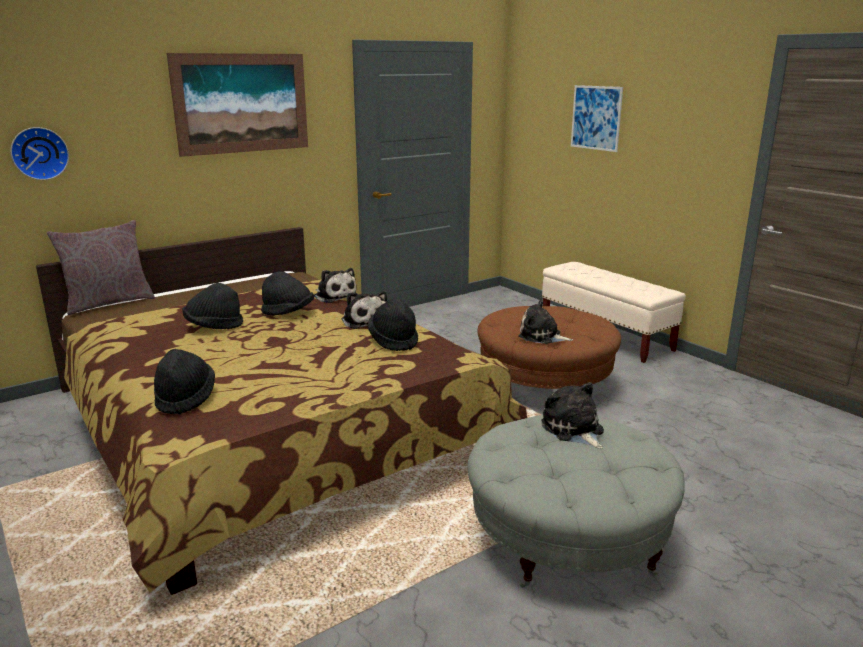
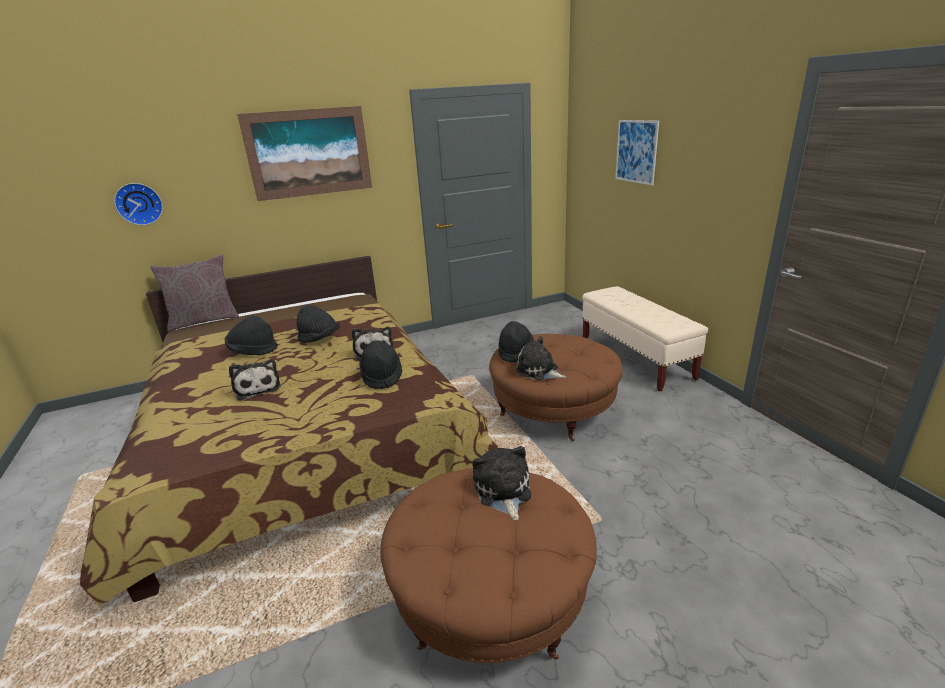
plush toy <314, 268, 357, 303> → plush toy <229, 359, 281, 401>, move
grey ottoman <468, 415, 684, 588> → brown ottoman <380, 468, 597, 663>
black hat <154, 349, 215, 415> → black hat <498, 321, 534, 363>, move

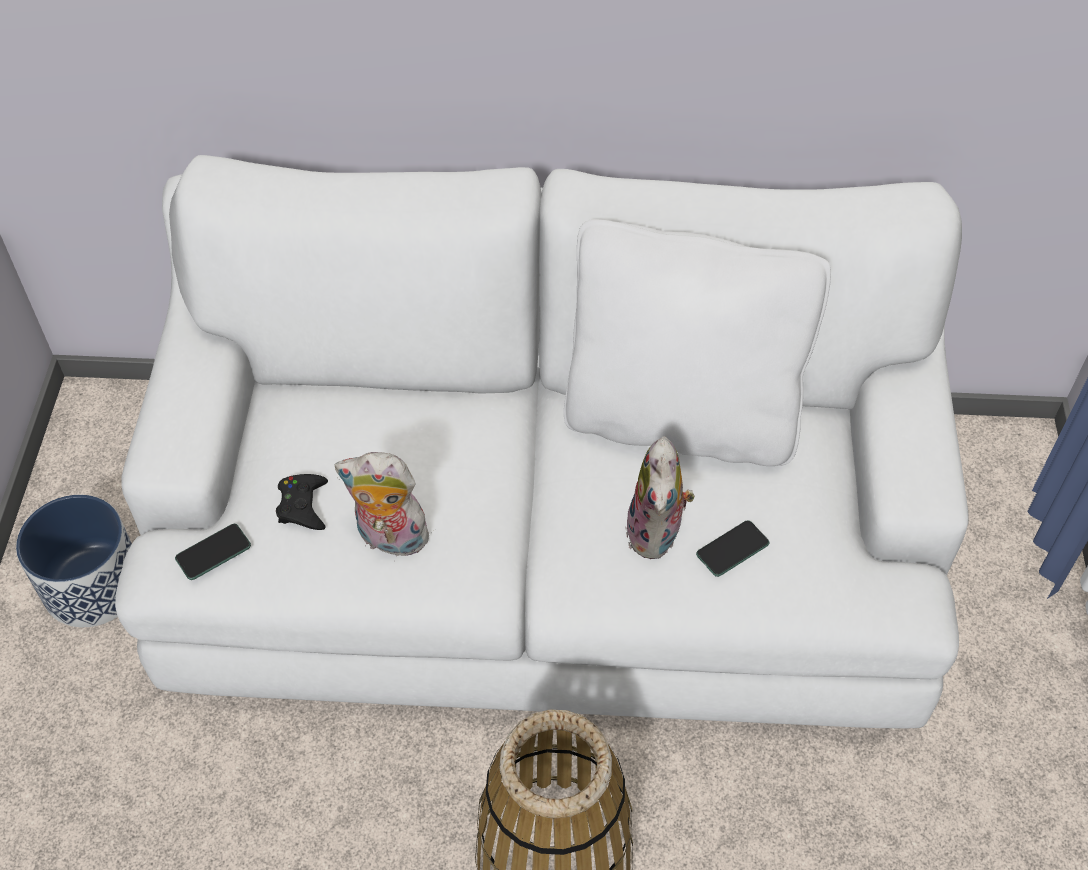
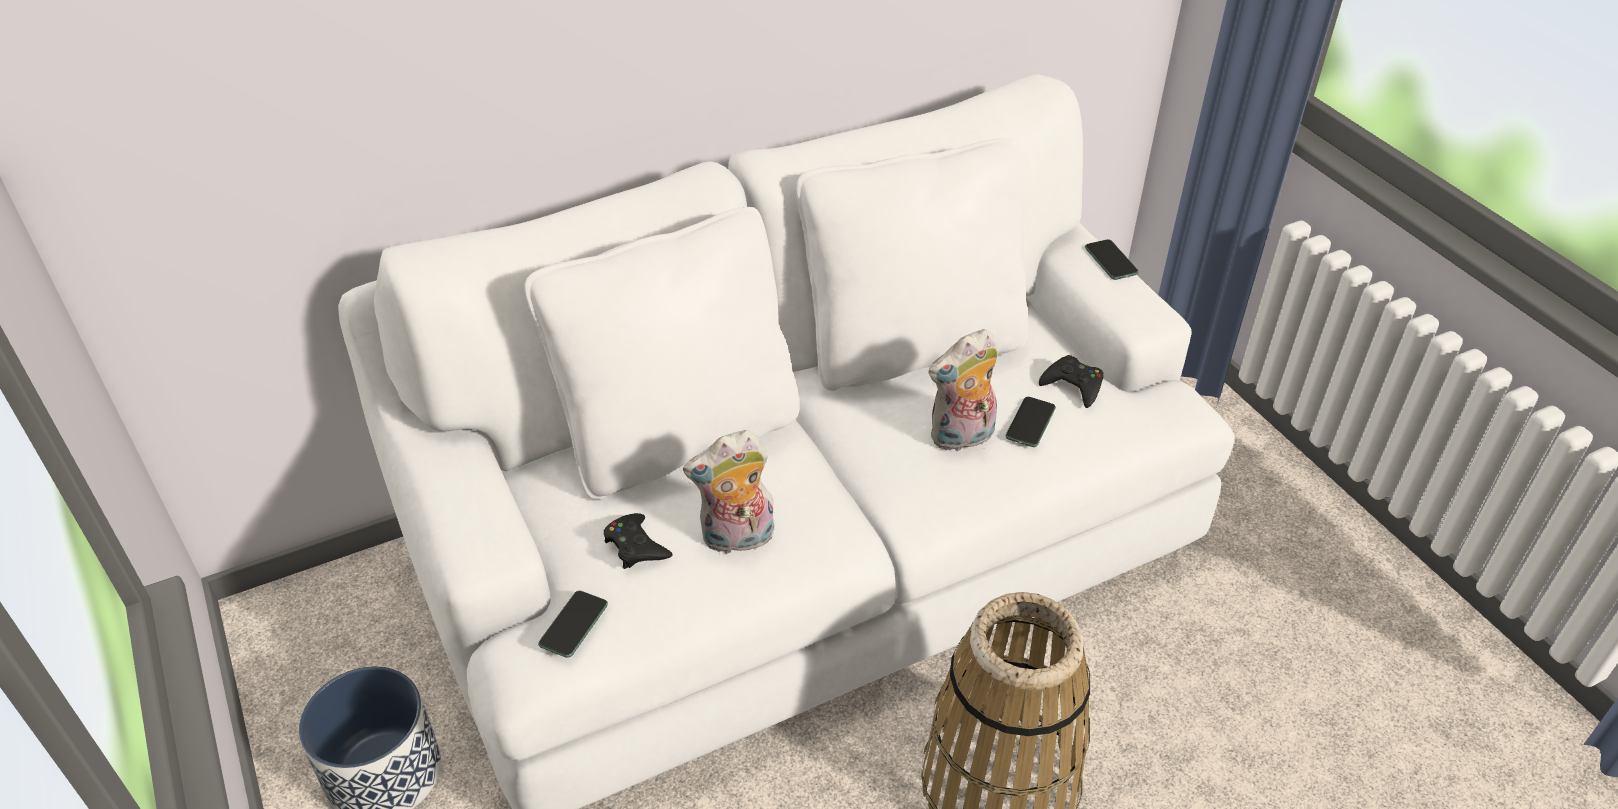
- → white pillow <524, 207, 800, 500>
plush toy <625, 436, 695, 559> → plush toy <928, 329, 998, 451>, 90 degrees clockwise
- → black game controller <1039, 355, 1104, 408>
- → phone <1085, 239, 1139, 280>

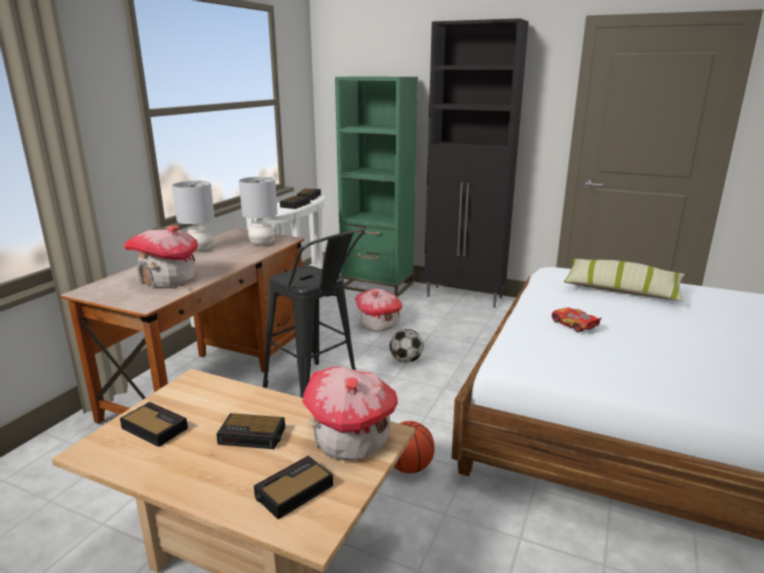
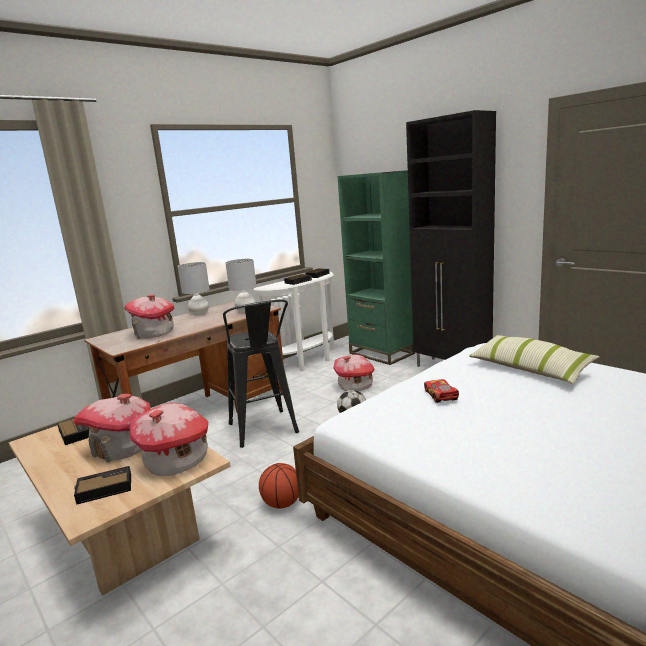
alarm clock <217, 413, 285, 449> → toy house <73, 394, 151, 462>

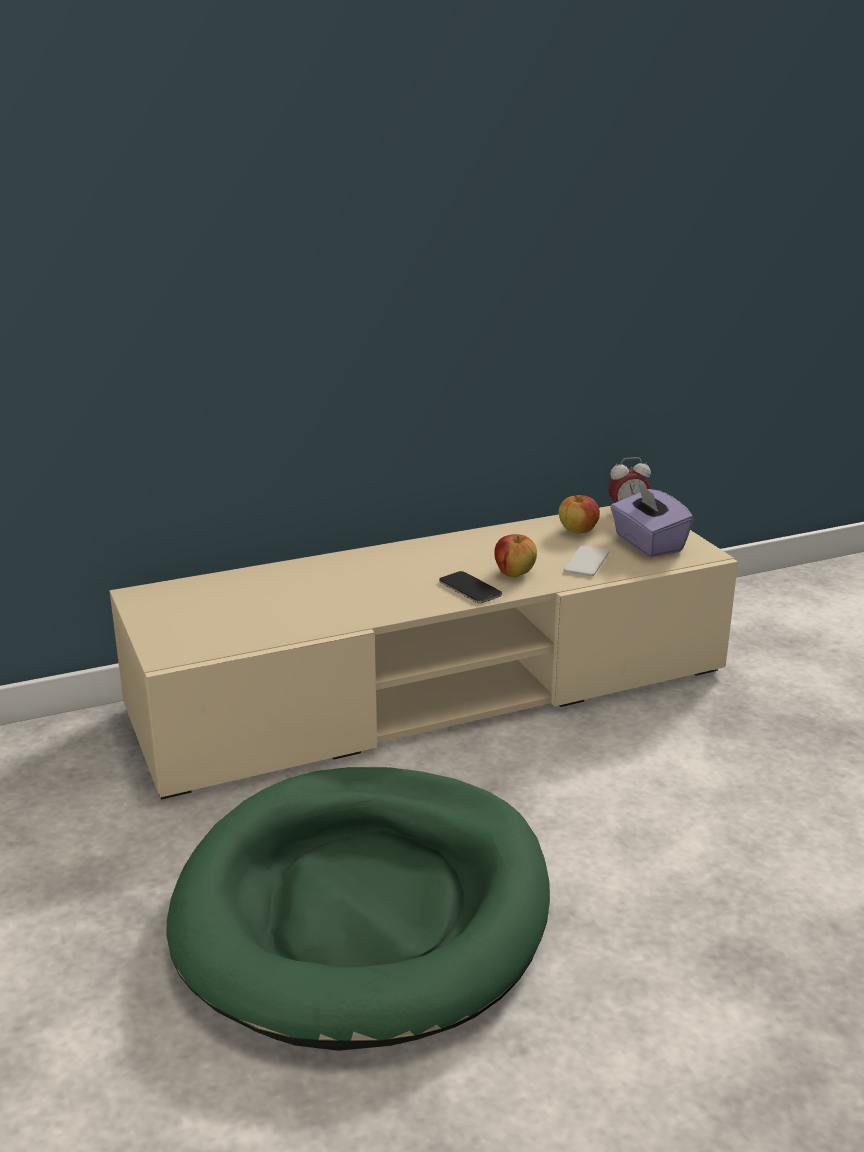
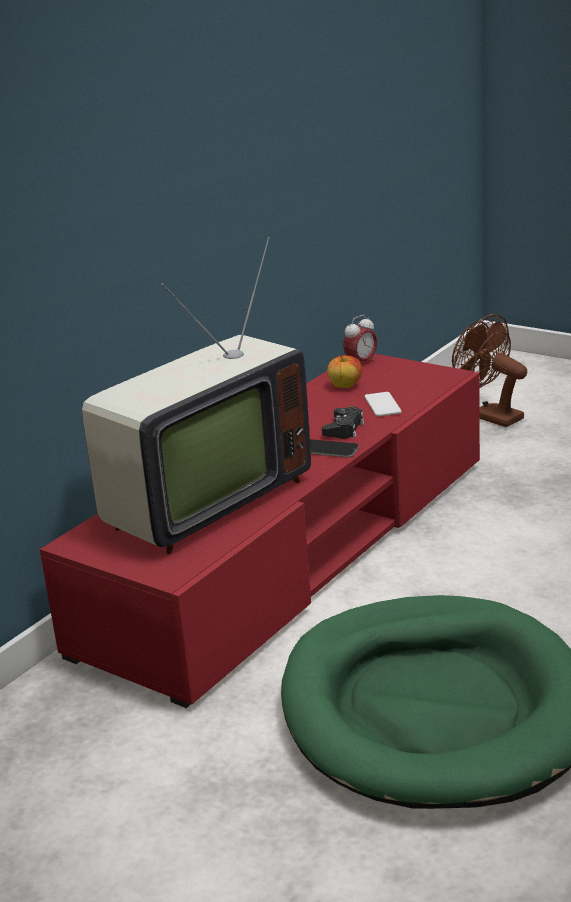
beige tv stand <110, 506, 738, 799> → red tv stand <40, 353, 480, 708>
- → television <82, 237, 311, 554>
apple <494, 534, 537, 577> → black game controller <322, 407, 364, 439>
- → brown fan <452, 314, 527, 427>
purple tissue box <610, 483, 693, 557> → -

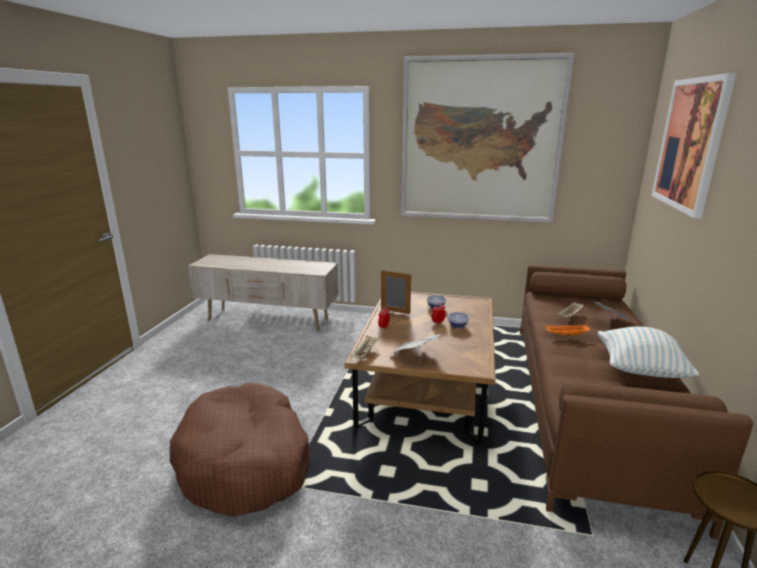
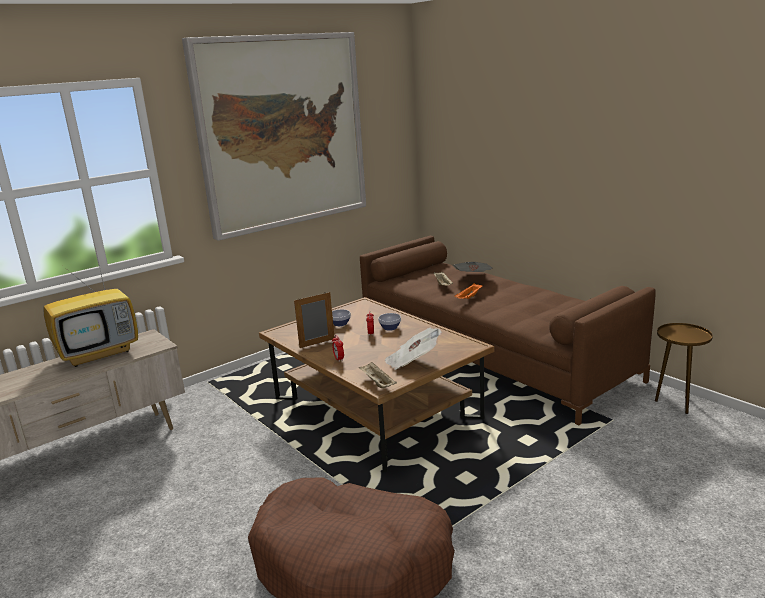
- → television <43, 257, 138, 367>
pillow <597, 326, 699, 378> → -
picture <652, 73, 736, 219> → -

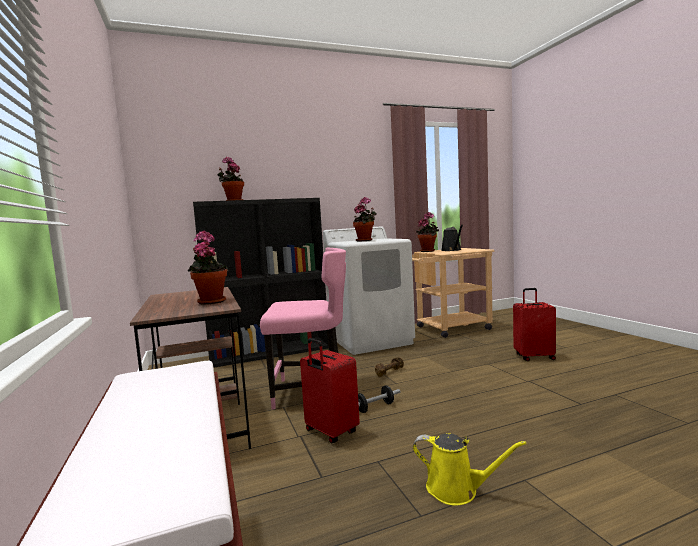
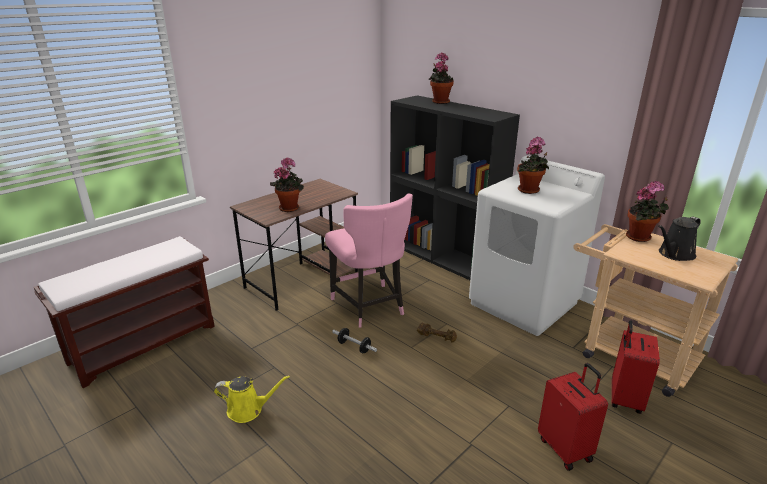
yellow watering can <413, 433, 526, 506> → yellow watering can <214, 375, 290, 423>, 90 degrees counterclockwise
red suitcase <300, 338, 360, 444> → red suitcase <612, 320, 660, 414>, move

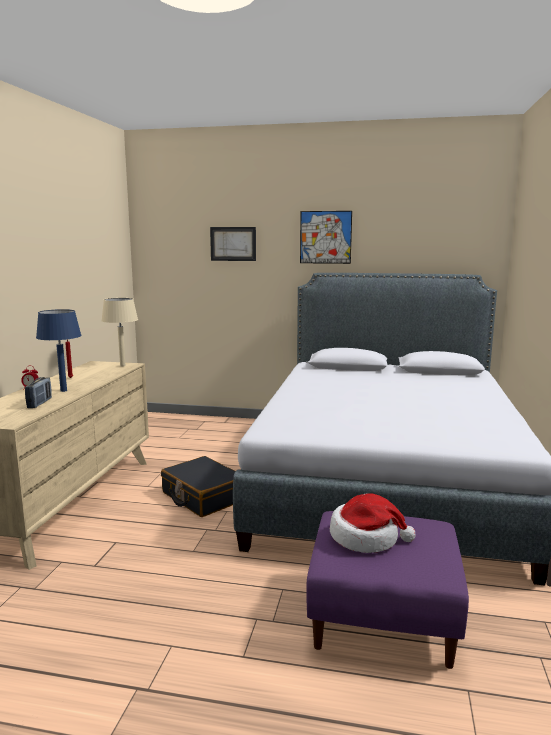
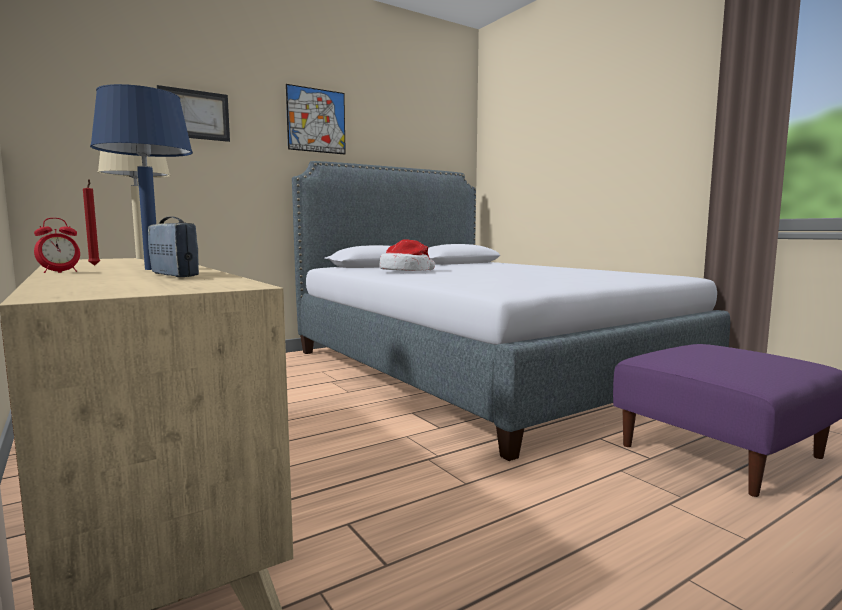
hat <330, 493, 416, 553> → hat <380, 239, 435, 271>, move
black suitcase <161, 456, 236, 517> → -

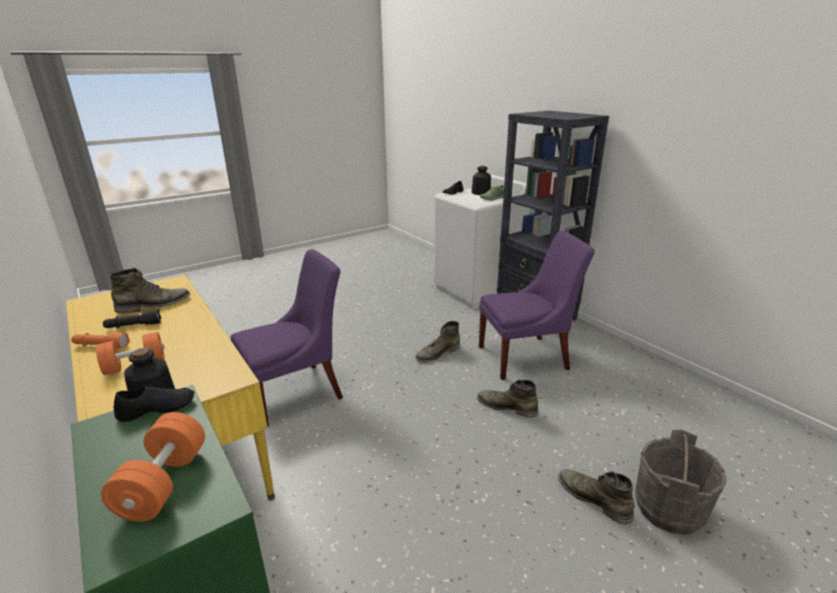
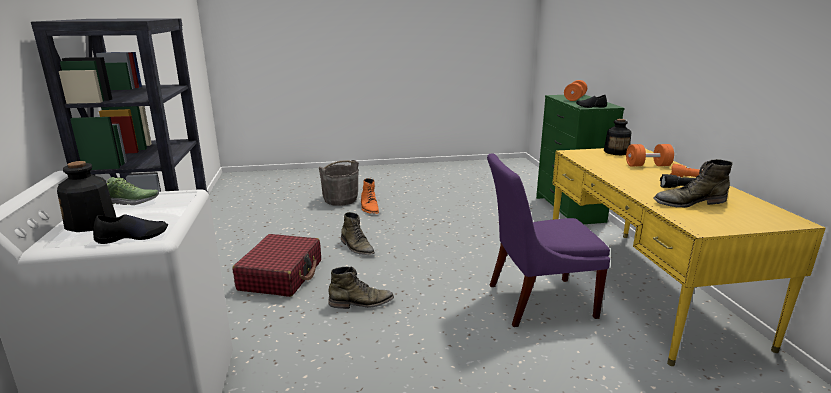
purple chair <479, 230, 595, 380> → red suitcase <232, 234, 321, 297>
green boot <558, 469, 635, 524> → orange boot <361, 178, 379, 214>

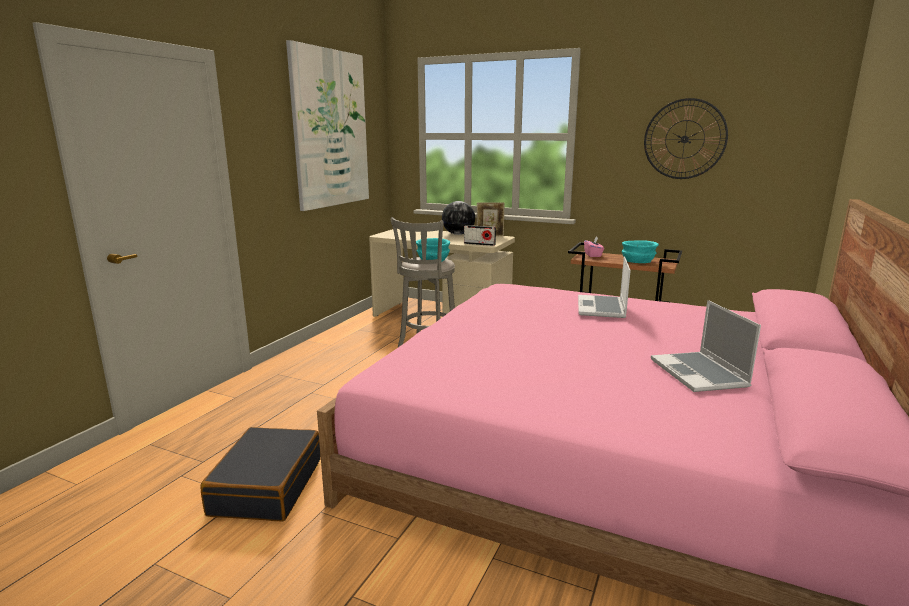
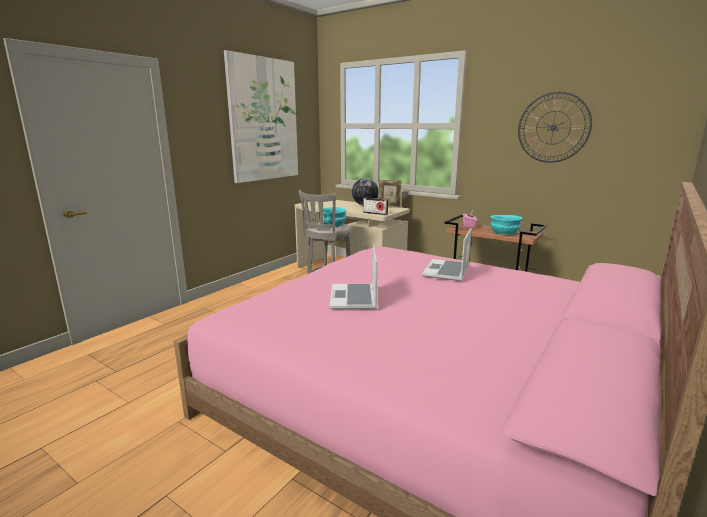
laptop <651, 300, 761, 392> → laptop <330, 245, 377, 309>, move
black suitcase <201, 427, 320, 522> → -

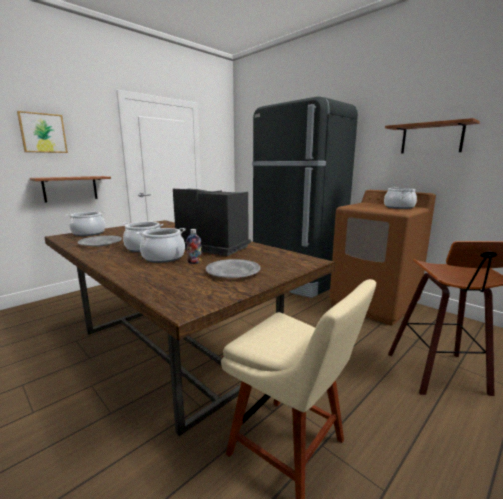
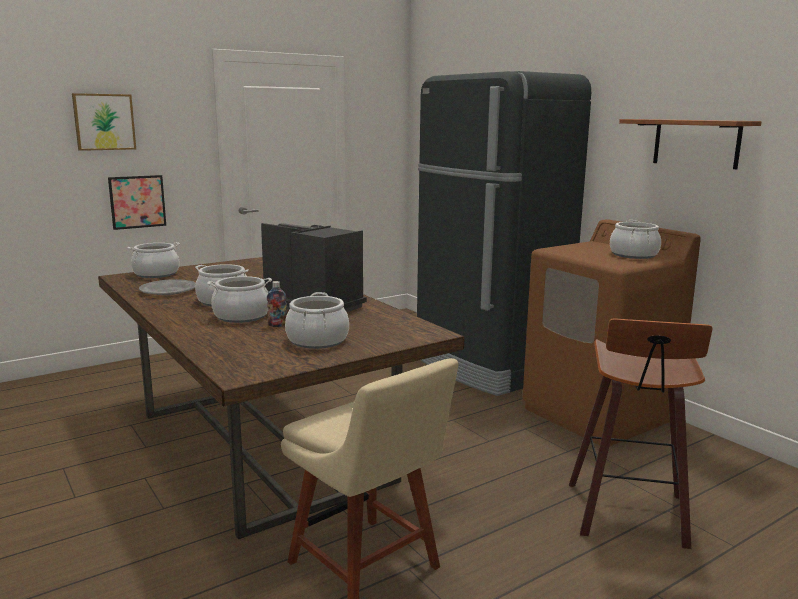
shelf <29, 176, 111, 203> → picture <108, 175, 166, 230>
grey plate <206, 259, 260, 278> → cooking pot <285, 292, 349, 349>

